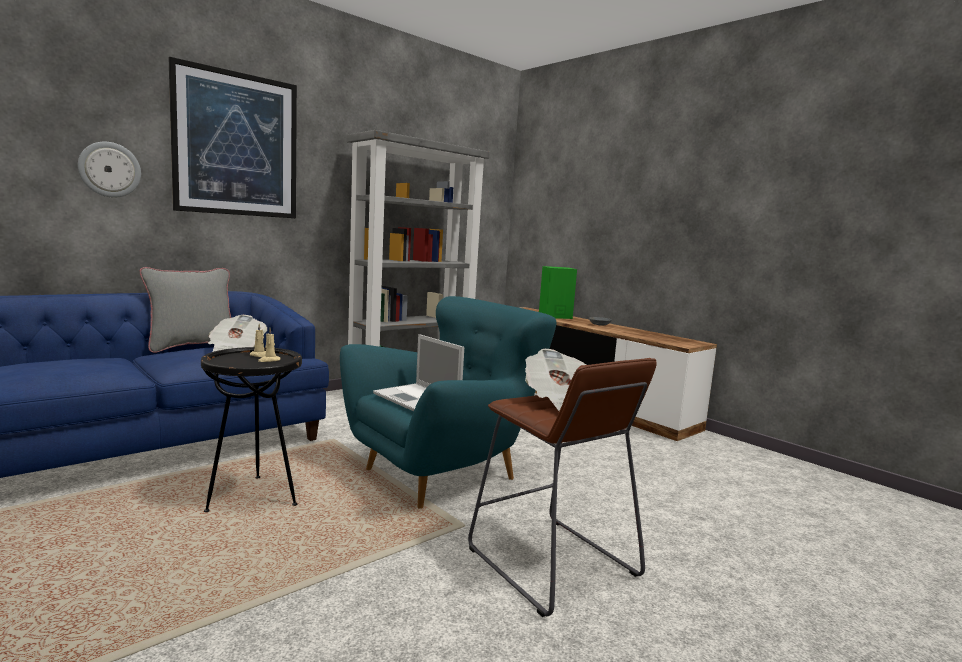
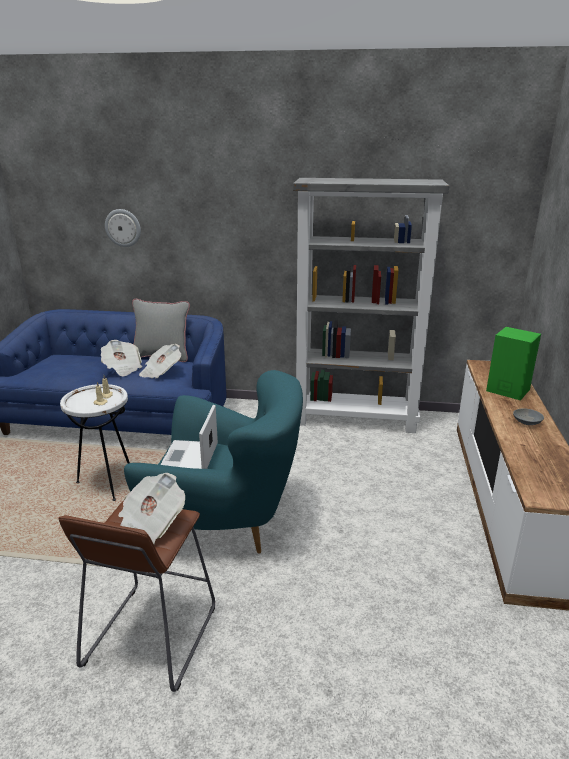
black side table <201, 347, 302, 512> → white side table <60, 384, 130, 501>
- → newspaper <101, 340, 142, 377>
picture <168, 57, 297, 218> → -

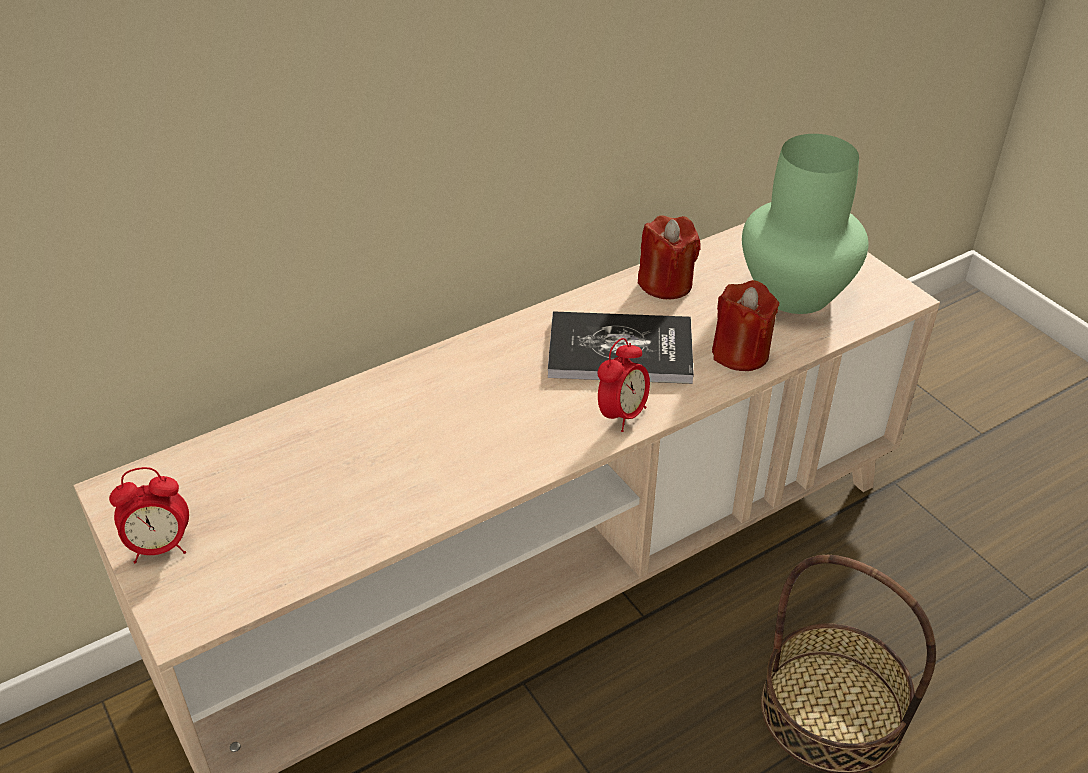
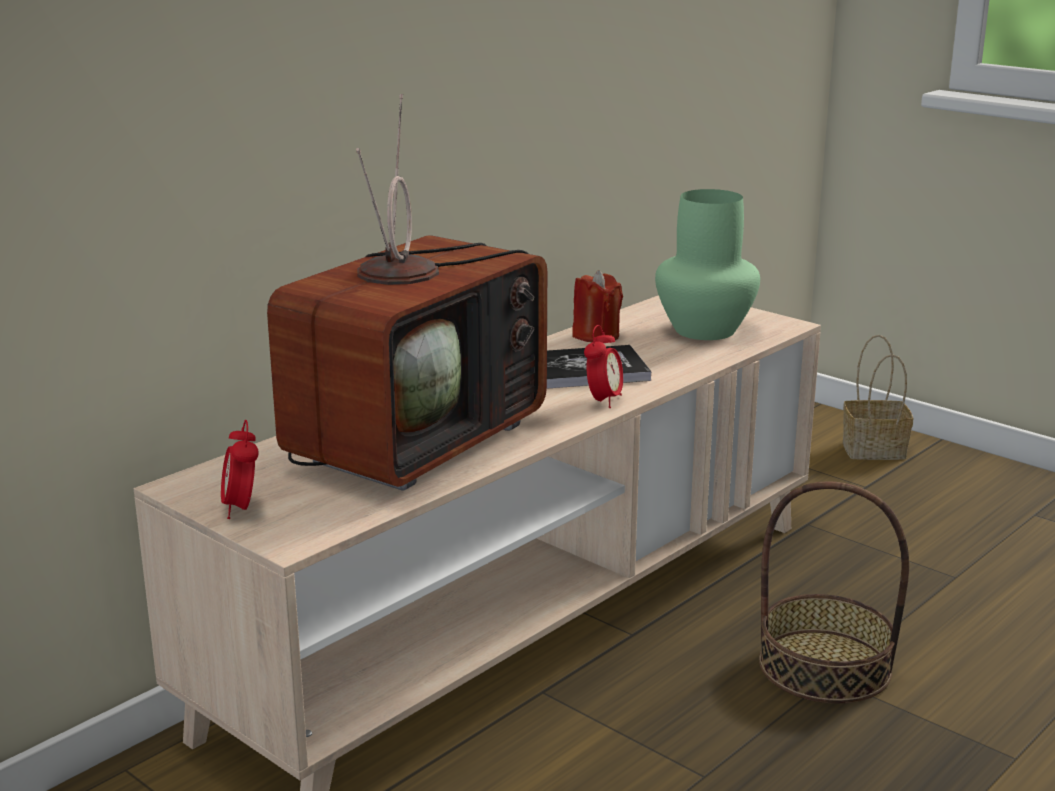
alarm clock <109, 467, 189, 563> → alarm clock <221, 420, 259, 519>, 105 degrees clockwise
- → television <267, 94, 547, 491>
- → basket <843, 335, 913, 460>
red candle <712, 280, 779, 371> → -

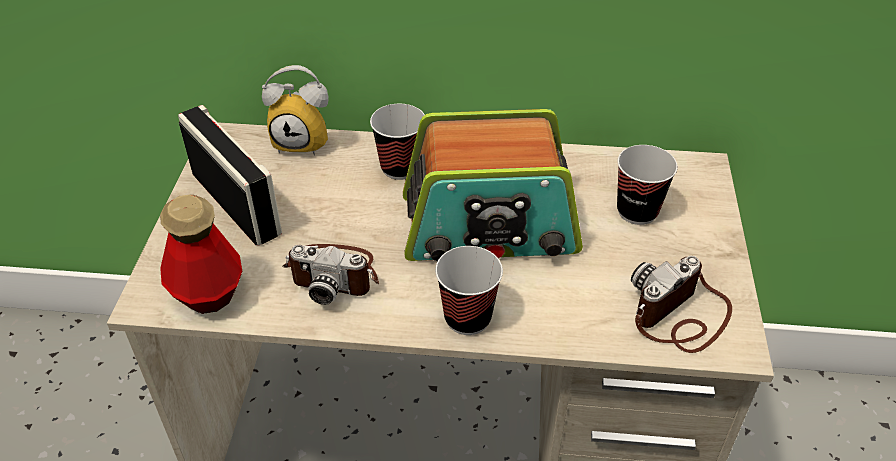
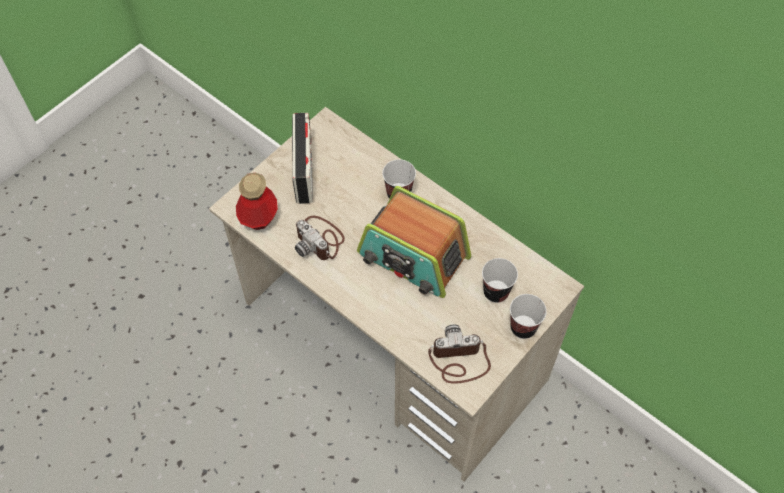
cup <435, 246, 503, 335> → cup <510, 294, 547, 339>, move
alarm clock <262, 65, 329, 156> → -

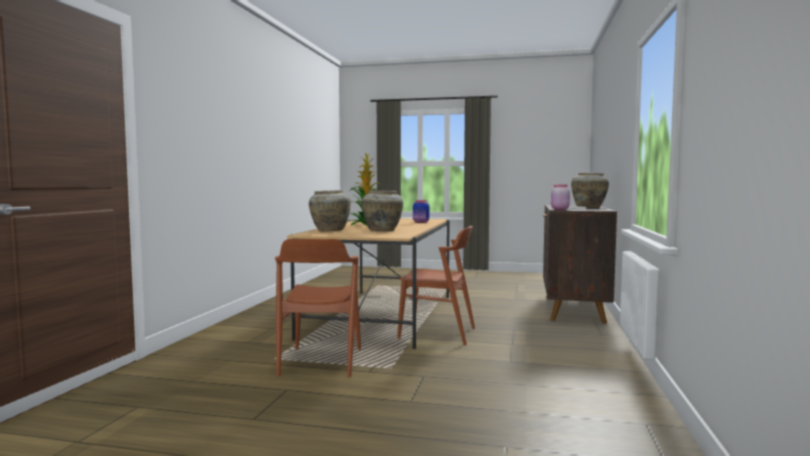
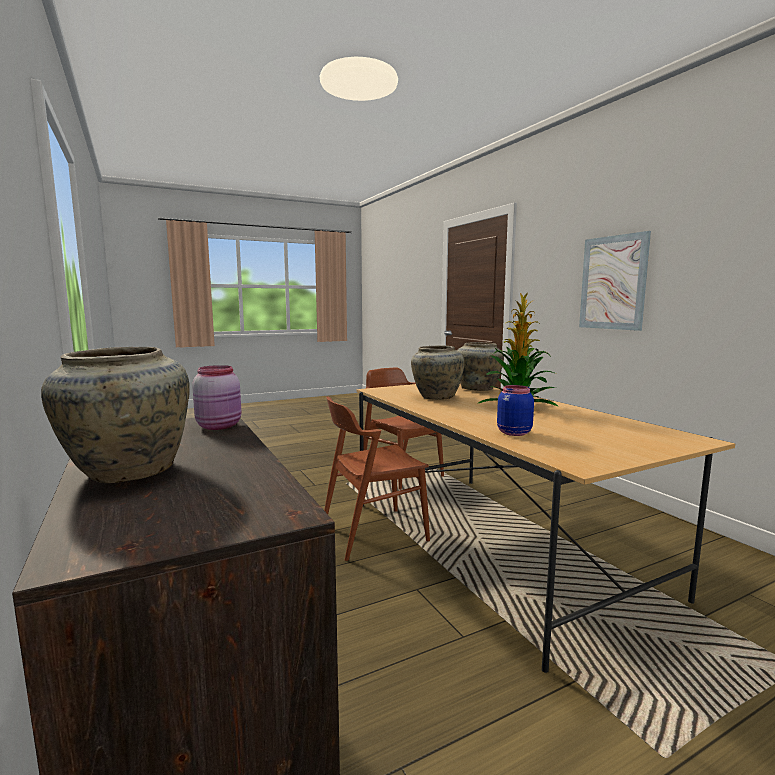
- → picture <579, 231, 651, 331>

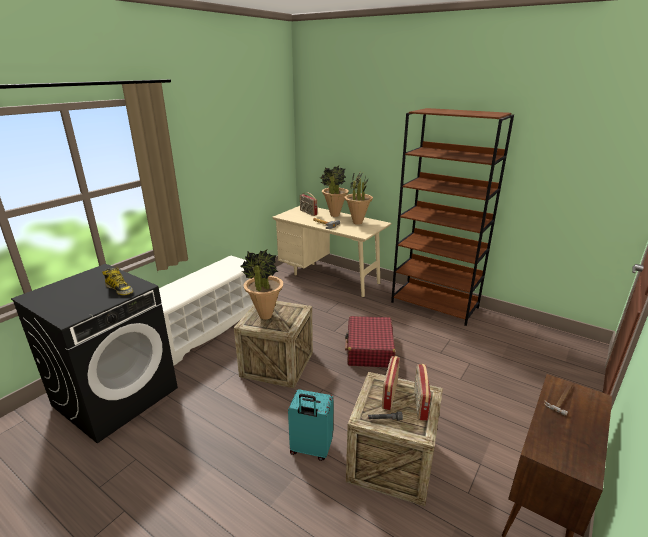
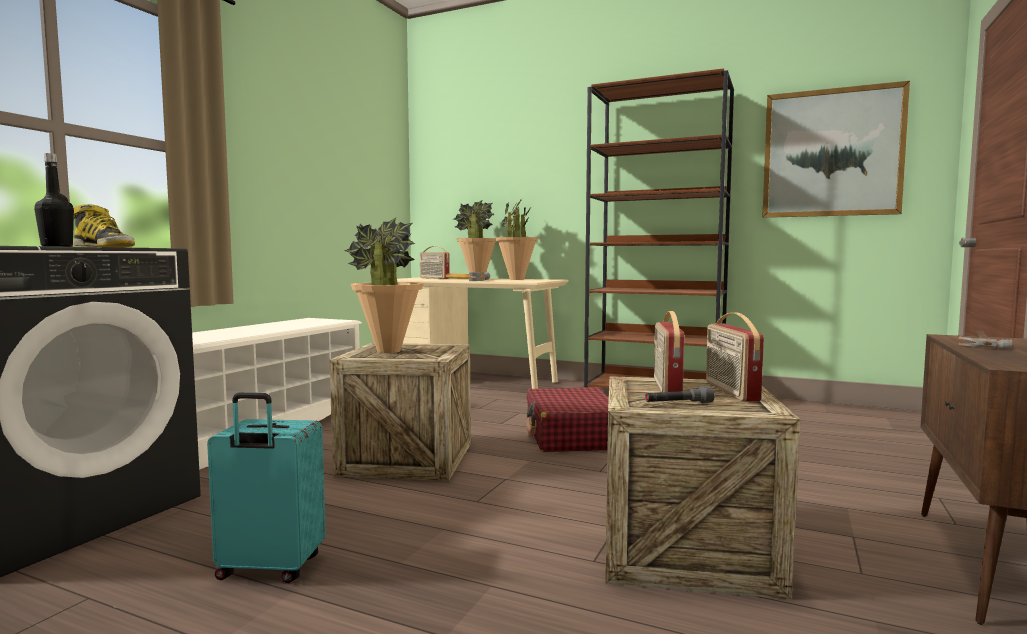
- → black bottle <34, 153, 74, 247>
turquoise suitcase <288, 389, 334, 461> → turquoise suitcase <207, 393, 326, 583>, move
- → picture <762, 81, 910, 218>

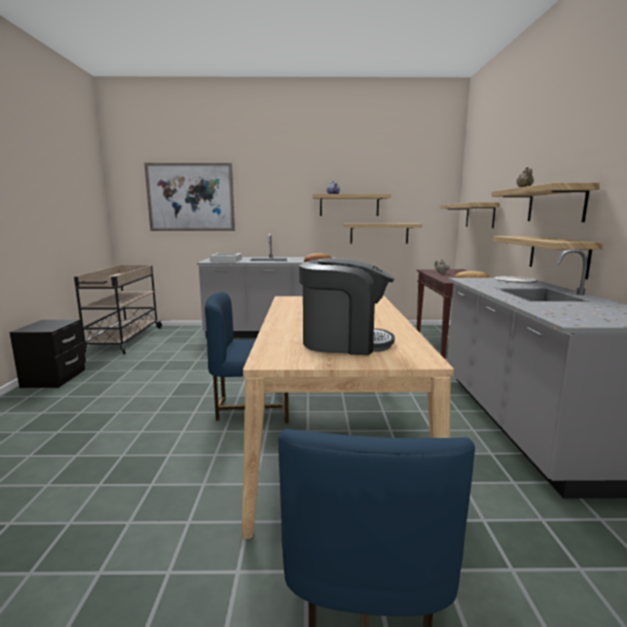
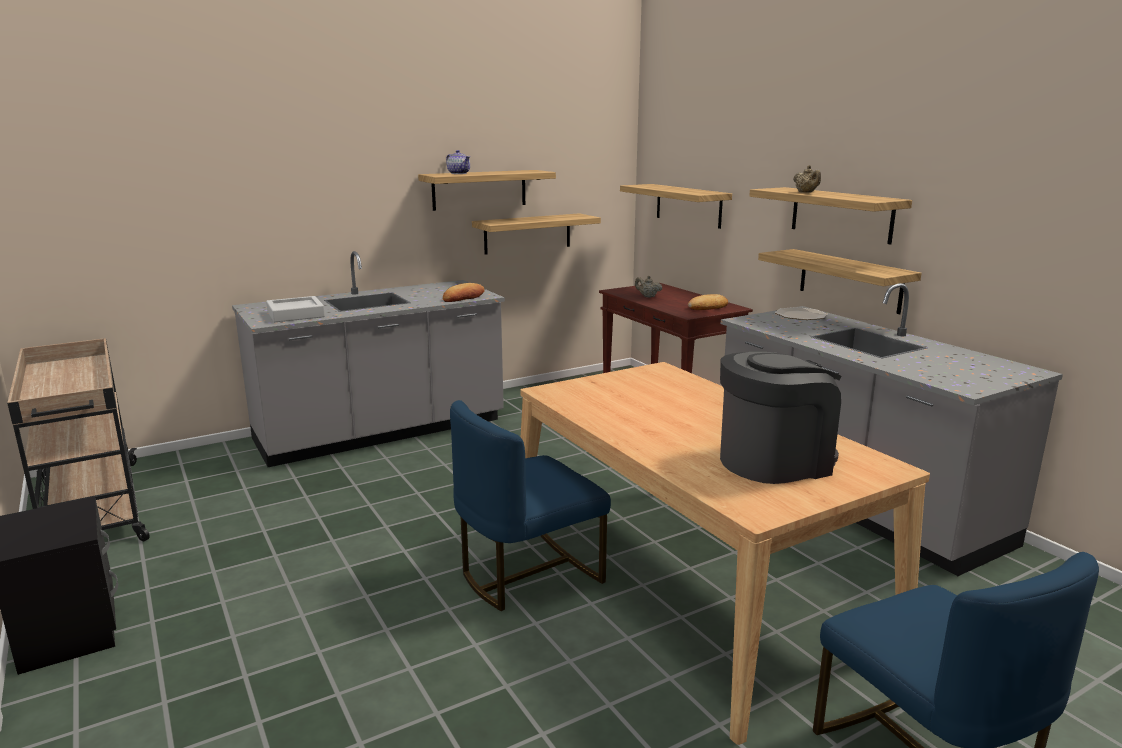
picture <144, 163, 235, 231> → -

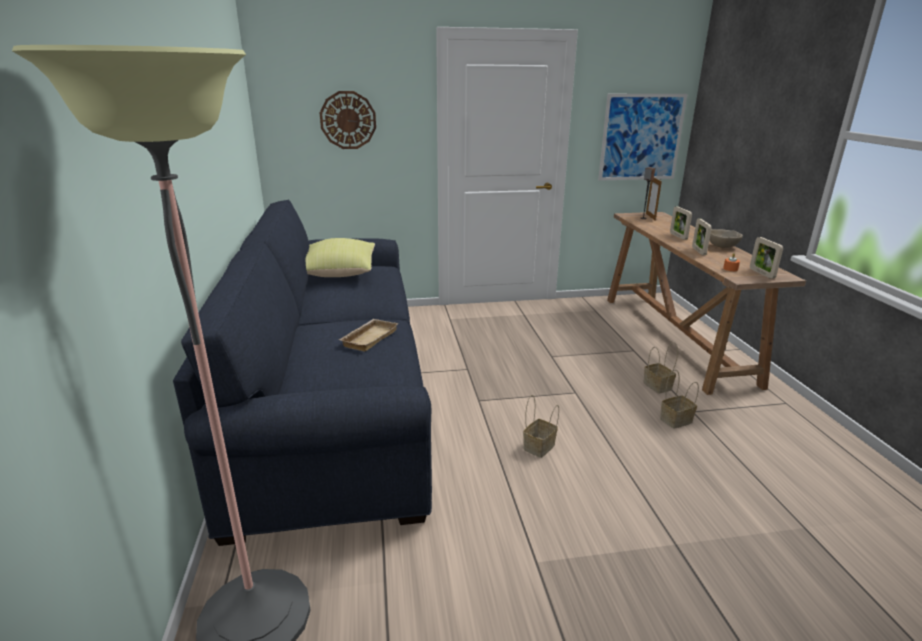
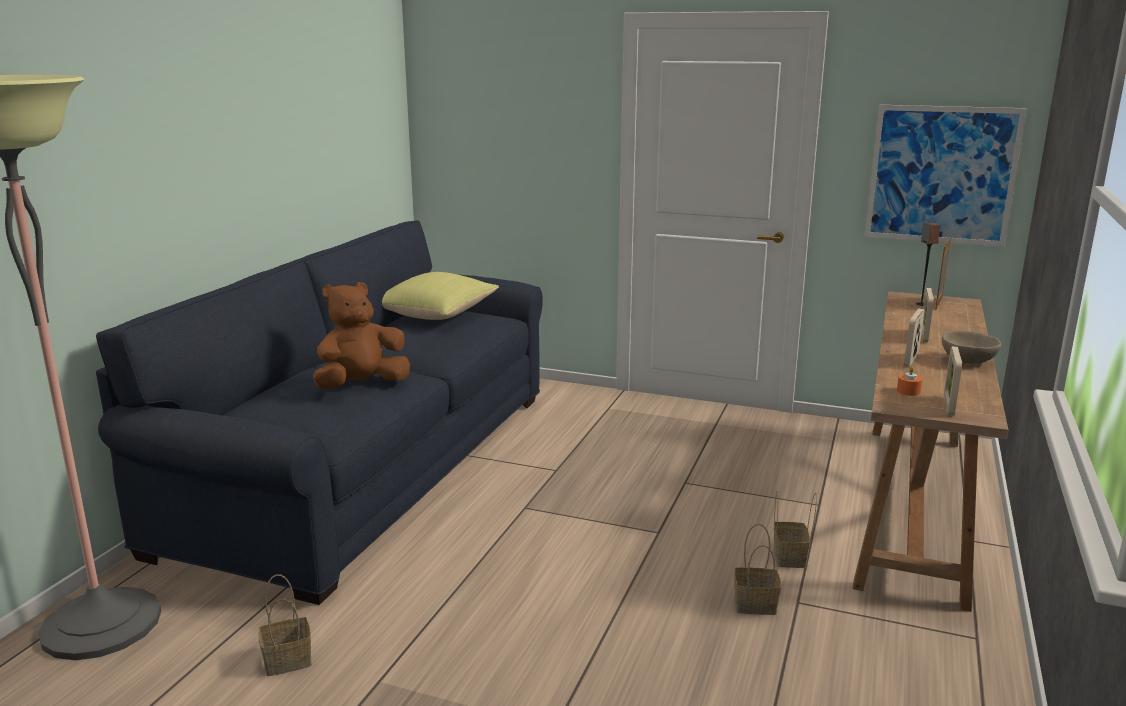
basket <523, 395, 559, 458> → basket <259, 574, 312, 676>, move
beige tray <339, 319, 399, 351> → brown plush toy <313, 282, 410, 389>
wall clock <320, 91, 376, 149> → -

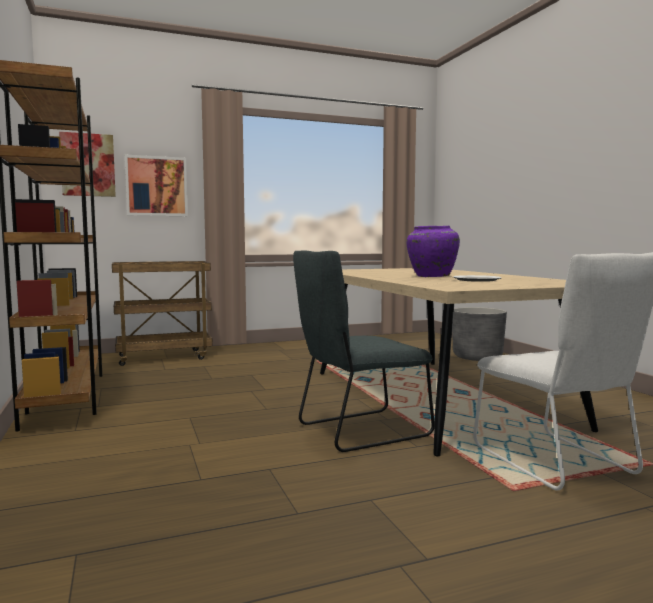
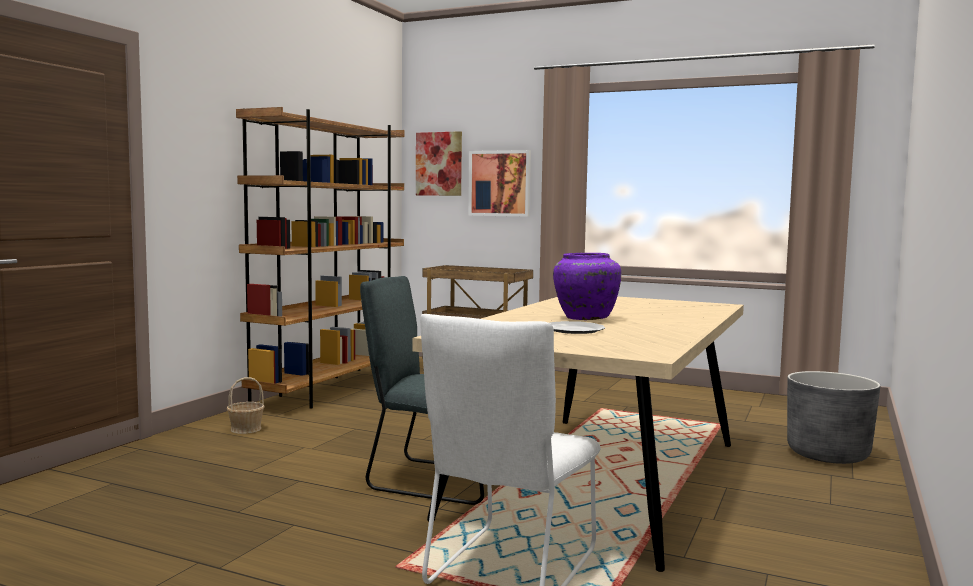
- → basket <227, 377, 265, 434>

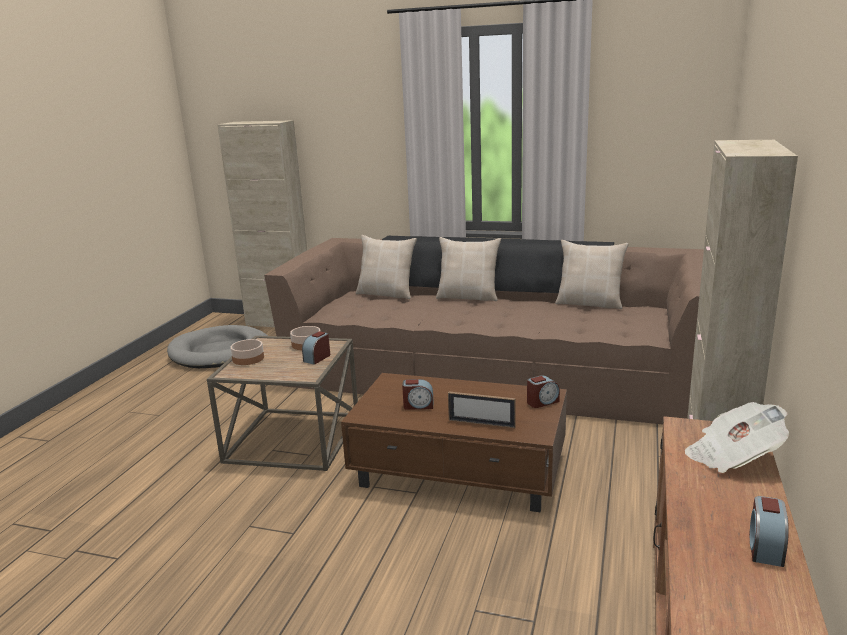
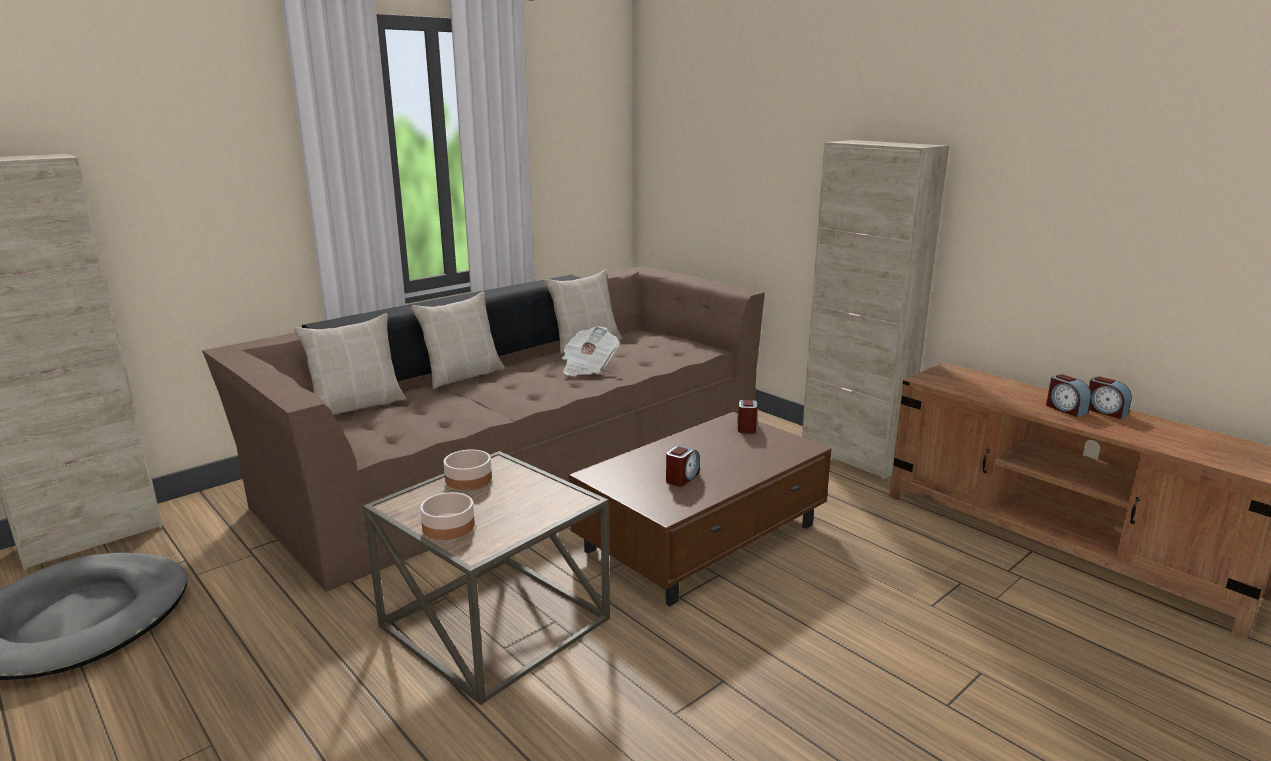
newspaper <685, 402, 789, 473> → newspaper <562, 326, 619, 376>, move
alarm clock <302, 331, 330, 365> → alarm clock <1046, 374, 1092, 417>, move
picture frame <448, 392, 515, 428> → -

